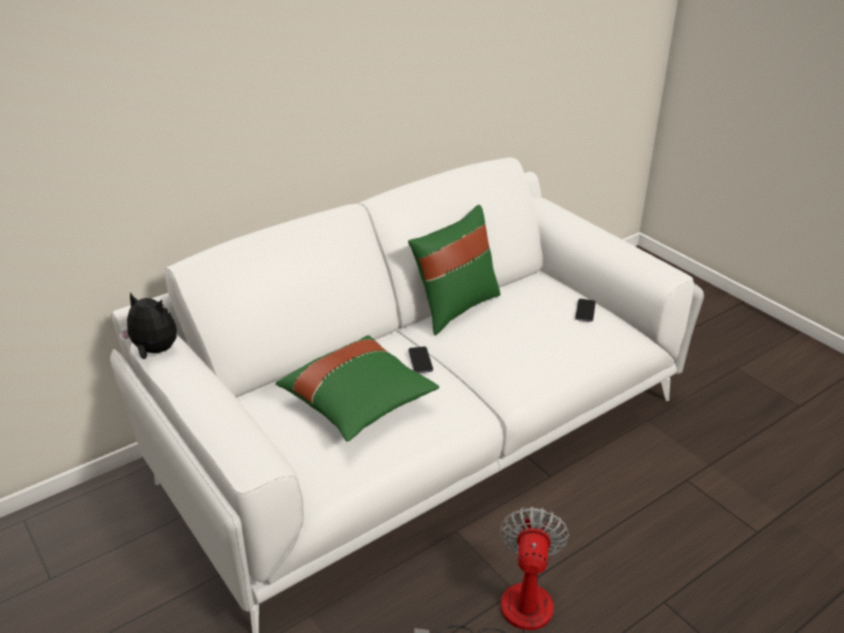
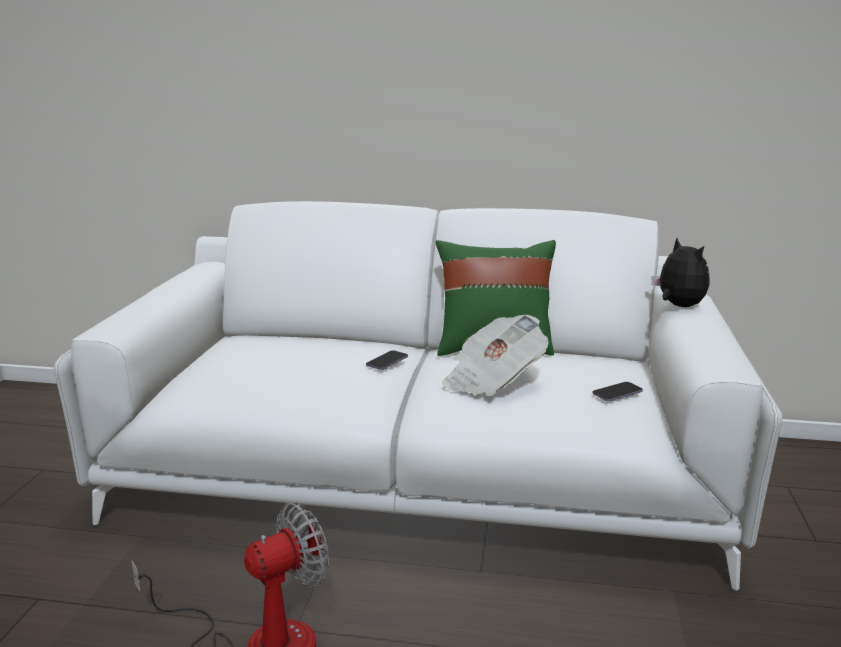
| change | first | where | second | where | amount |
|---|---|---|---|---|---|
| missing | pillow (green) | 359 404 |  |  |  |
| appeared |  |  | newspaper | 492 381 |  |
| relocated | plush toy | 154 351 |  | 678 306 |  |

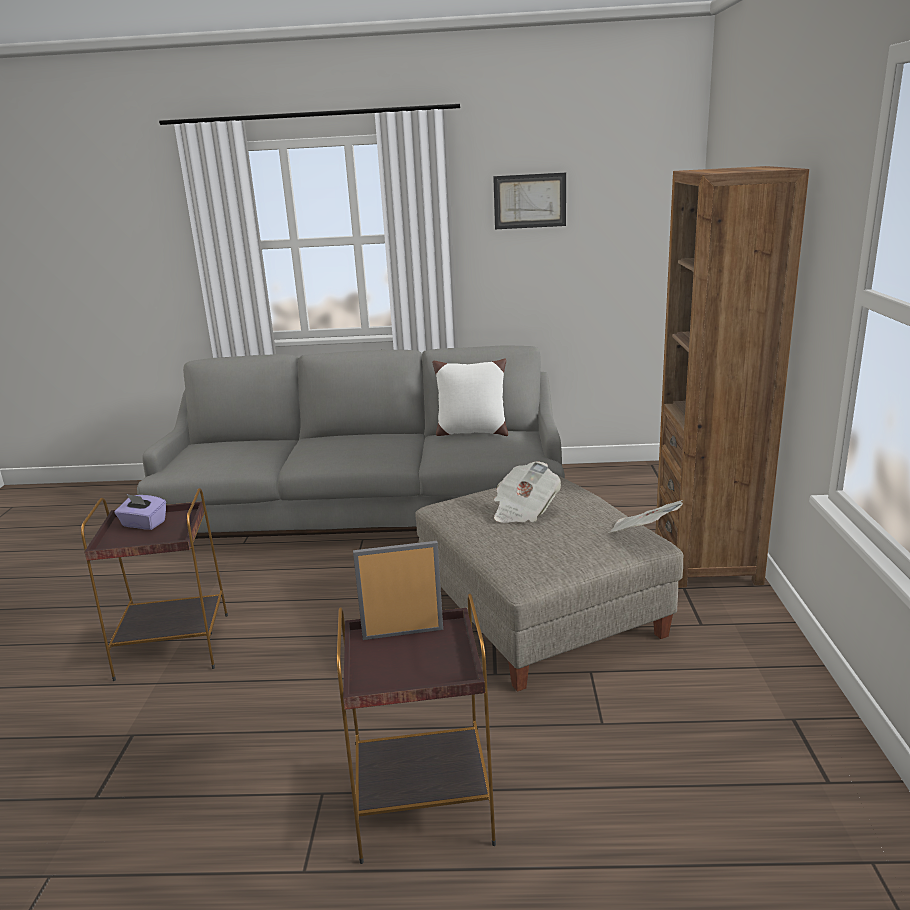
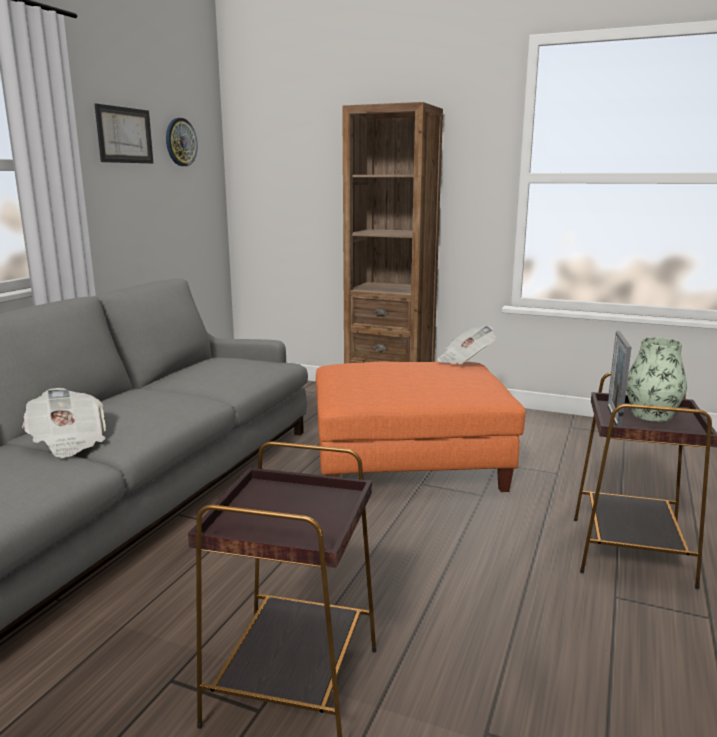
| change | first | where | second | where | amount |
|---|---|---|---|---|---|
| missing | tissue box (purple) | 143 524 |  |  |  |
| missing | pillow (white) | 471 432 |  |  |  |
| appeared |  |  | wall clock | 180 142 |  |
| appeared |  |  | vase | 651 414 |  |
| relocated | newspaper | 524 510 |  | 68 442 |  |
| colour | ottoman (grey) | 541 613 | ottoman (orange) | 409 462 |  |

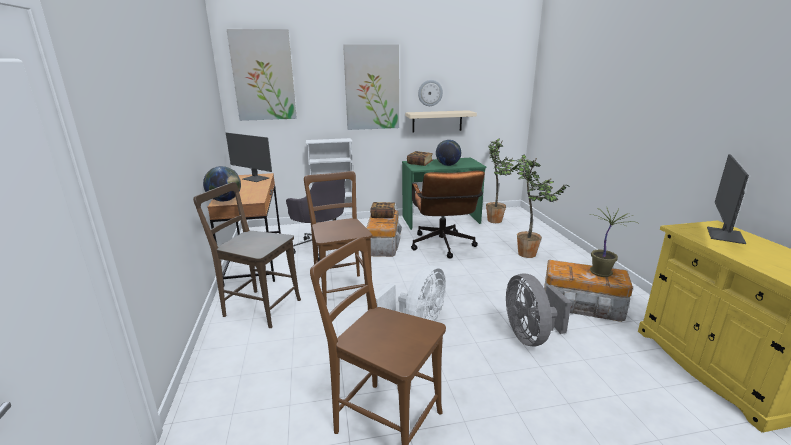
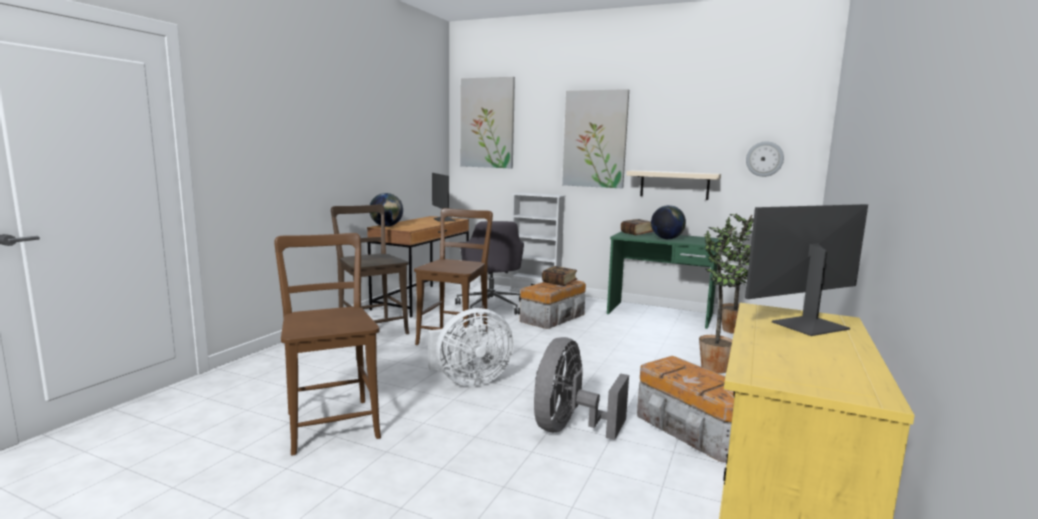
| change | first | where | second | where | amount |
|---|---|---|---|---|---|
| missing | office chair (brown) | 443 247 |  |  |  |
| missing | potted plant | 601 272 |  |  |  |
| relocated | wall clock | 430 93 |  | 764 159 |  |

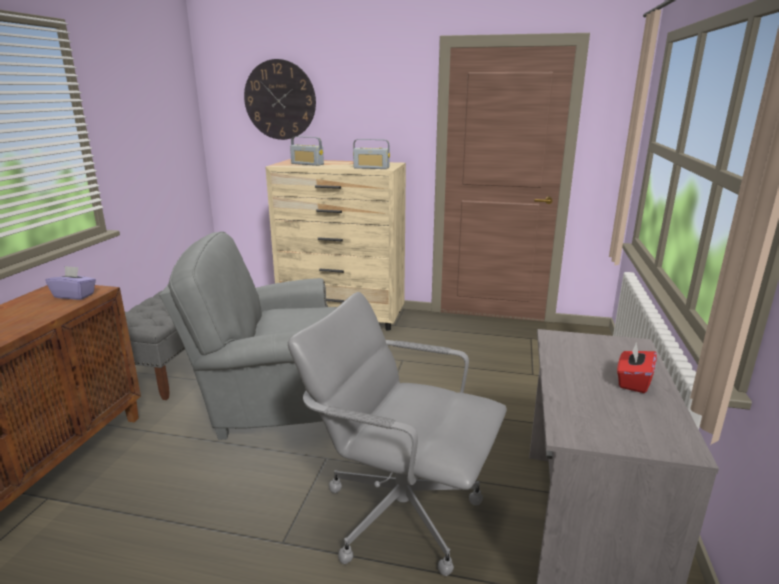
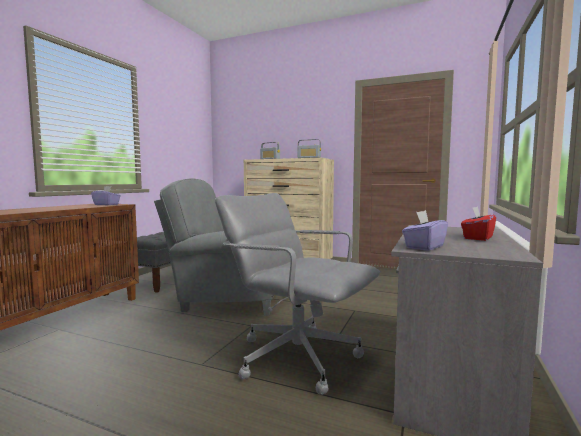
| change | first | where | second | where | amount |
|---|---|---|---|---|---|
| missing | wall clock | 280 100 |  |  |  |
| appeared |  |  | tissue box (purple) | 424 247 |  |

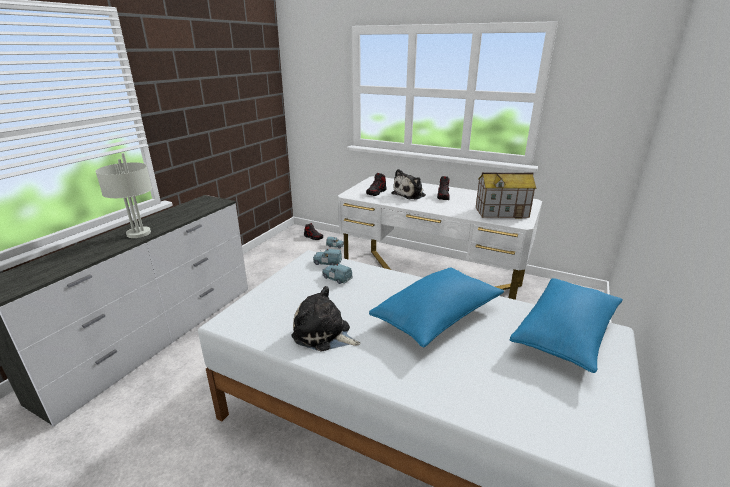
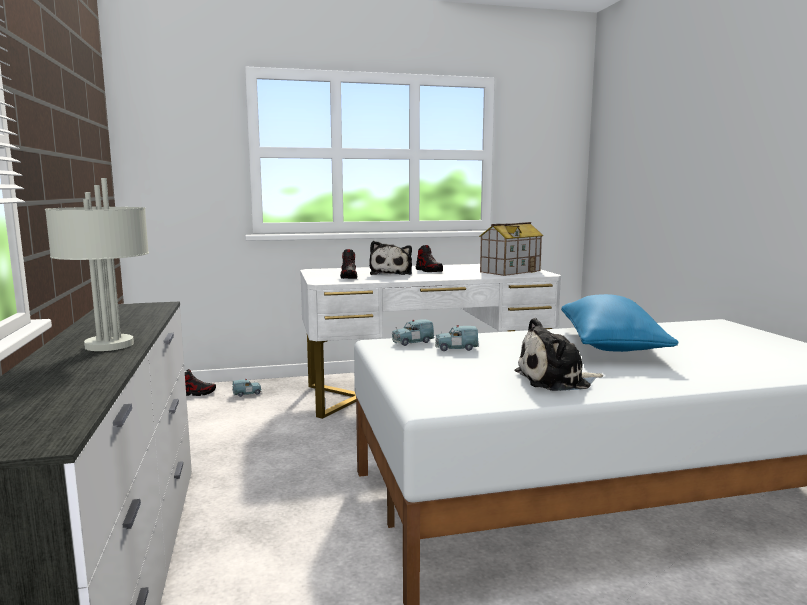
| change | first | where | second | where | amount |
|---|---|---|---|---|---|
| missing | pillow (blue) | 565 334 |  |  |  |

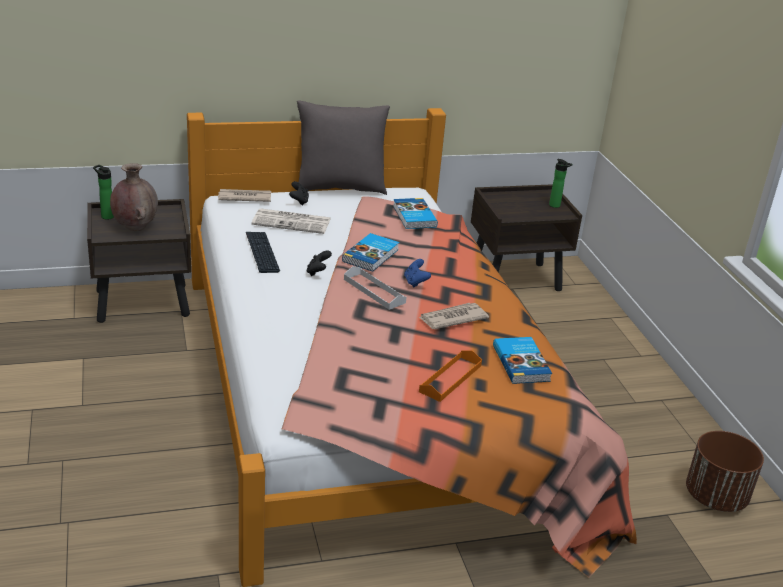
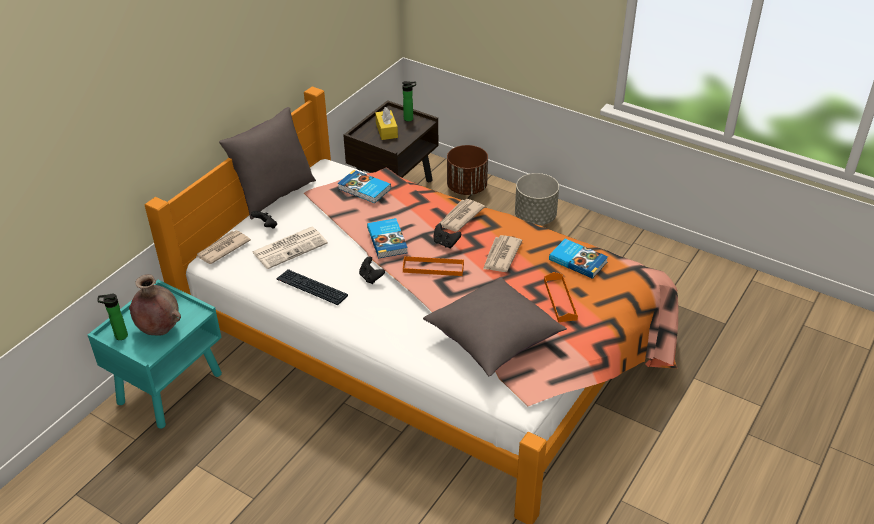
| change | first | where | second | where | amount |
|---|---|---|---|---|---|
| appeared |  |  | tissue box (yellow) | 386 130 |  |
| appeared |  |  | pillow (grey) | 494 340 |  |
| appeared |  |  | newspaper | 460 217 |  |
| appeared |  |  | planter (grey) | 535 217 |  |
| relocated | planter (brown) | 716 497 |  | 467 188 |  |
| colour | nightstand (brown) | 144 303 | nightstand (turquoise) | 170 387 |  |
| colour | tray (white) | 374 291 | tray (orange) | 433 268 |  |
| colour | game controller (blue) | 415 282 | game controller (black) | 445 243 |  |

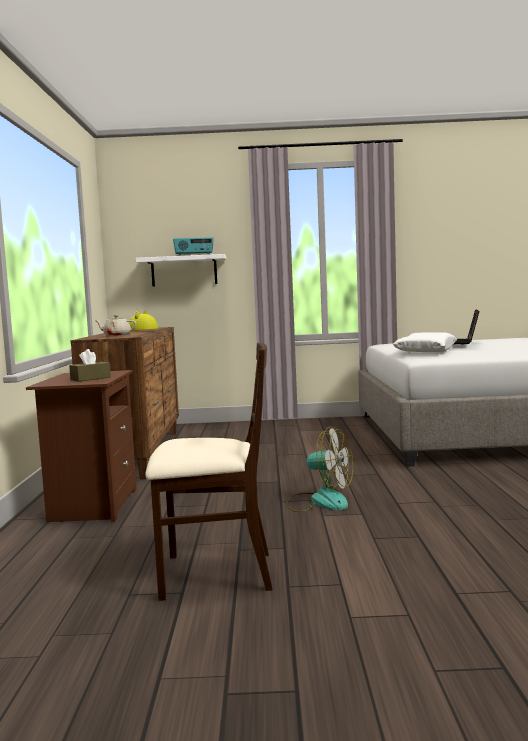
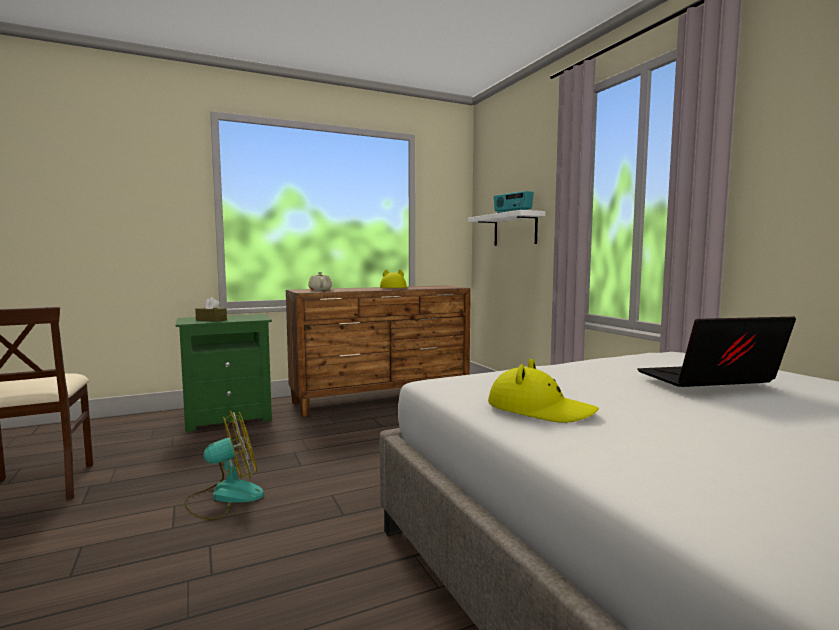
| change | first | where | second | where | amount |
|---|---|---|---|---|---|
| missing | pillow (white) | 425 352 |  |  |  |
| appeared |  |  | hat (yellow) | 539 410 |  |
| colour | nightstand (brown) | 92 505 | nightstand (green) | 228 417 |  |
| spun | fan | 319 501 |  | 225 497 | 120 degrees counterclockwise |

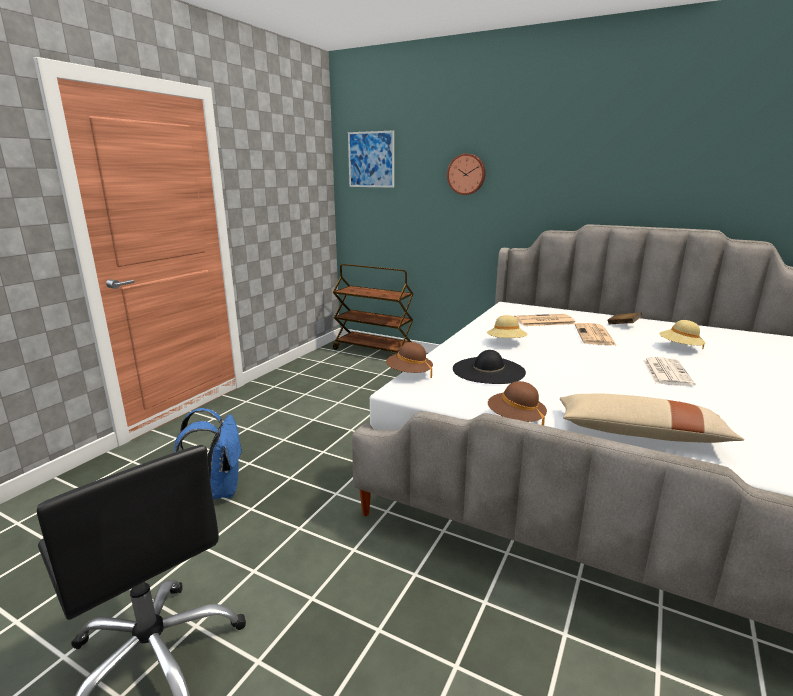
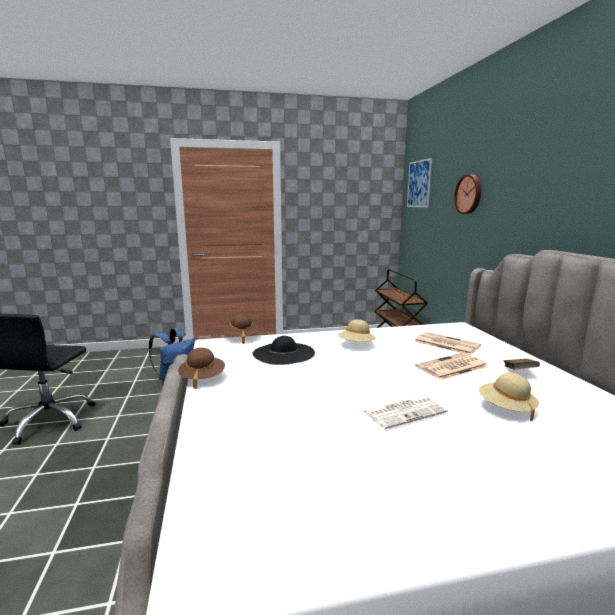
| change | first | where | second | where | amount |
|---|---|---|---|---|---|
| missing | pillow (beige) | 639 433 |  |  |  |

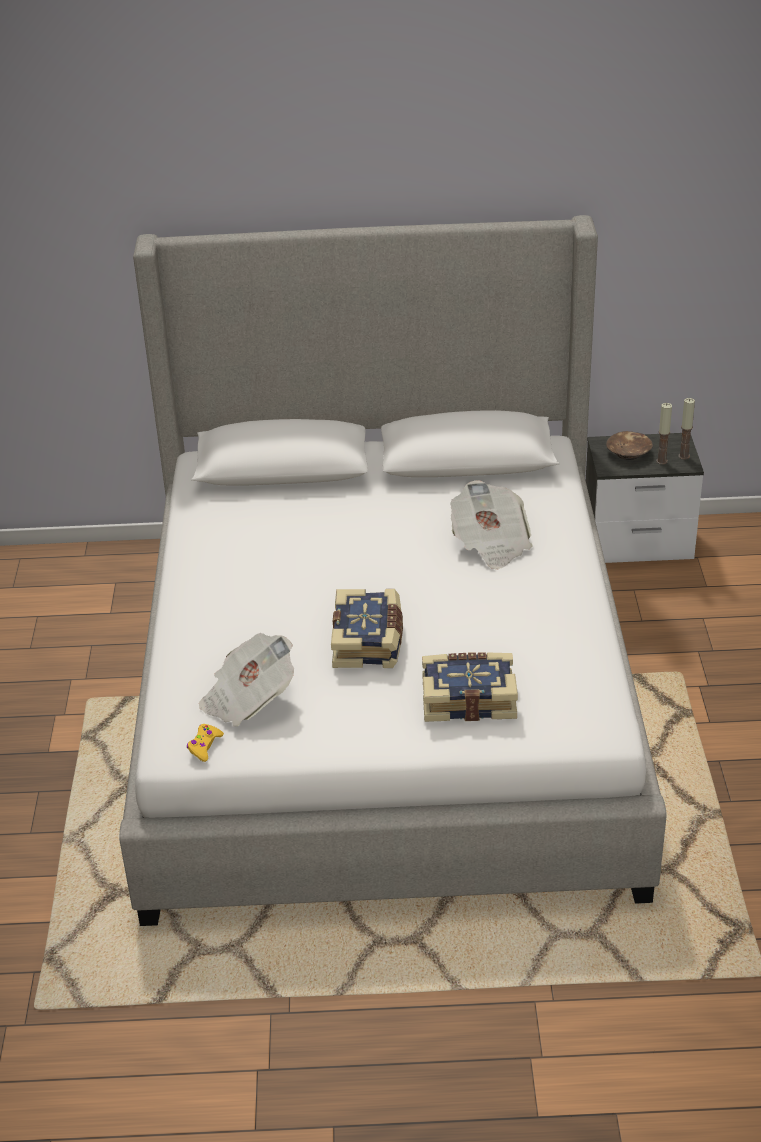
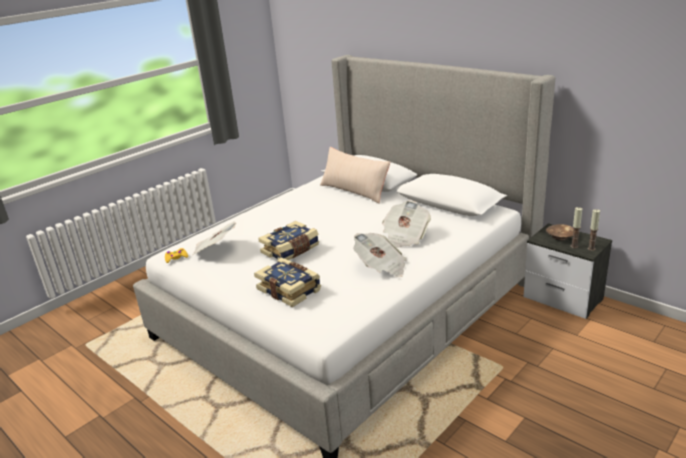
| change | first | where | second | where | amount |
|---|---|---|---|---|---|
| appeared |  |  | pillow (beige) | 354 190 |  |
| appeared |  |  | newspaper | 381 267 |  |

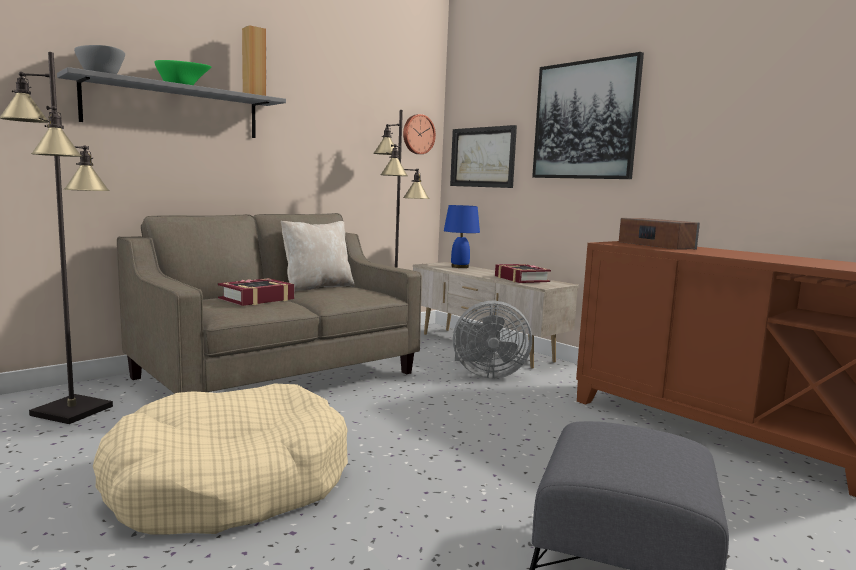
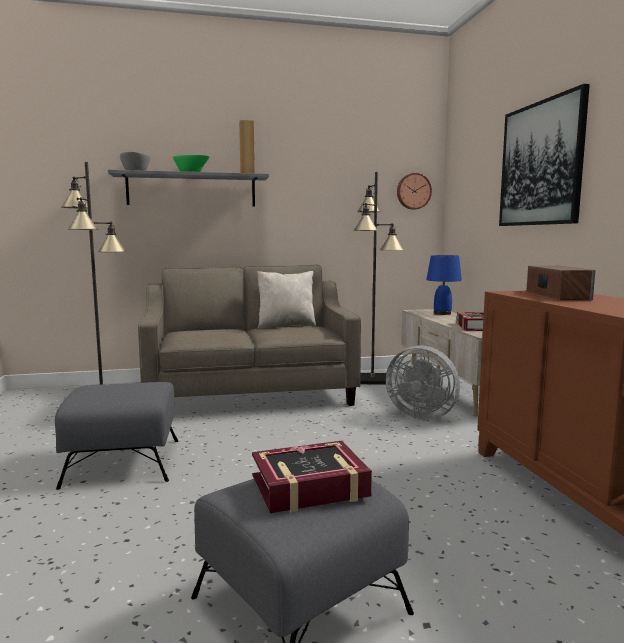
| change | first | where | second | where | amount |
|---|---|---|---|---|---|
| missing | picture | 482 157 |  |  |  |
| relocated | book | 257 299 |  | 309 487 |  |
| exchanged | dog bed (beige) | 229 483 | ottoman (grey) | 124 462 |  |

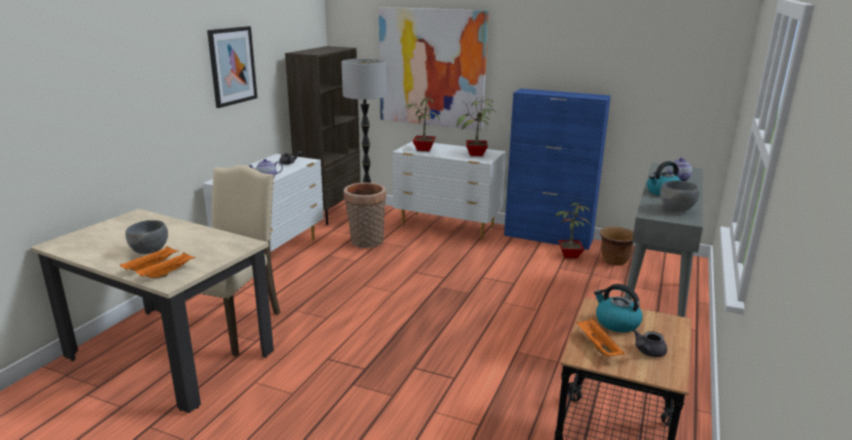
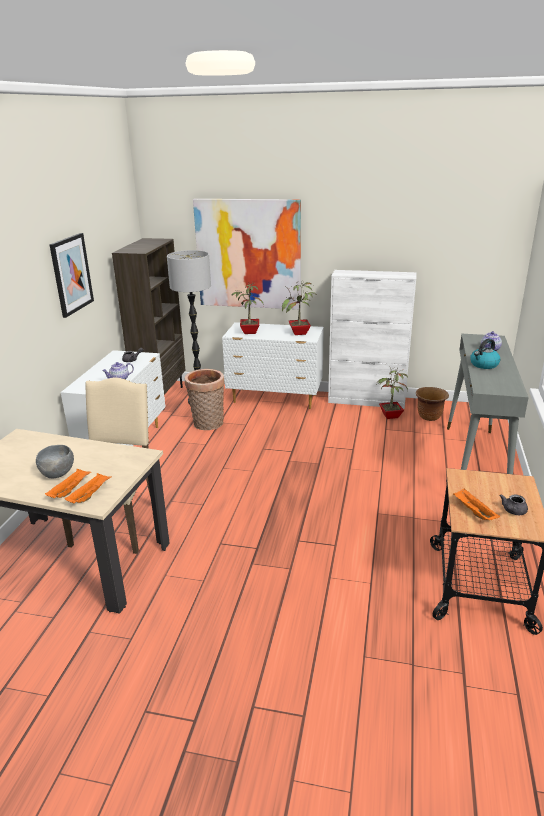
| change | first | where | second | where | amount |
|---|---|---|---|---|---|
| missing | kettle | 616 323 |  |  |  |
| missing | bowl (grey) | 677 209 |  |  |  |
| colour | cabinet (blue) | 548 238 | cabinet (white) | 367 400 |  |

